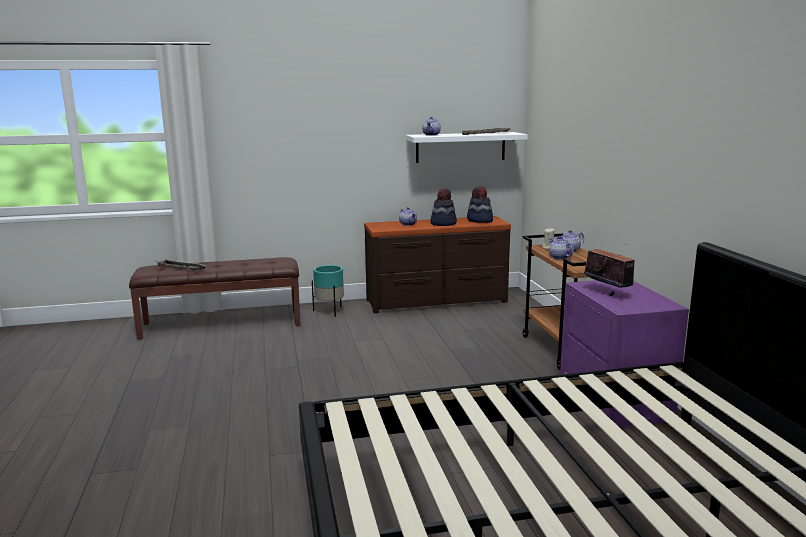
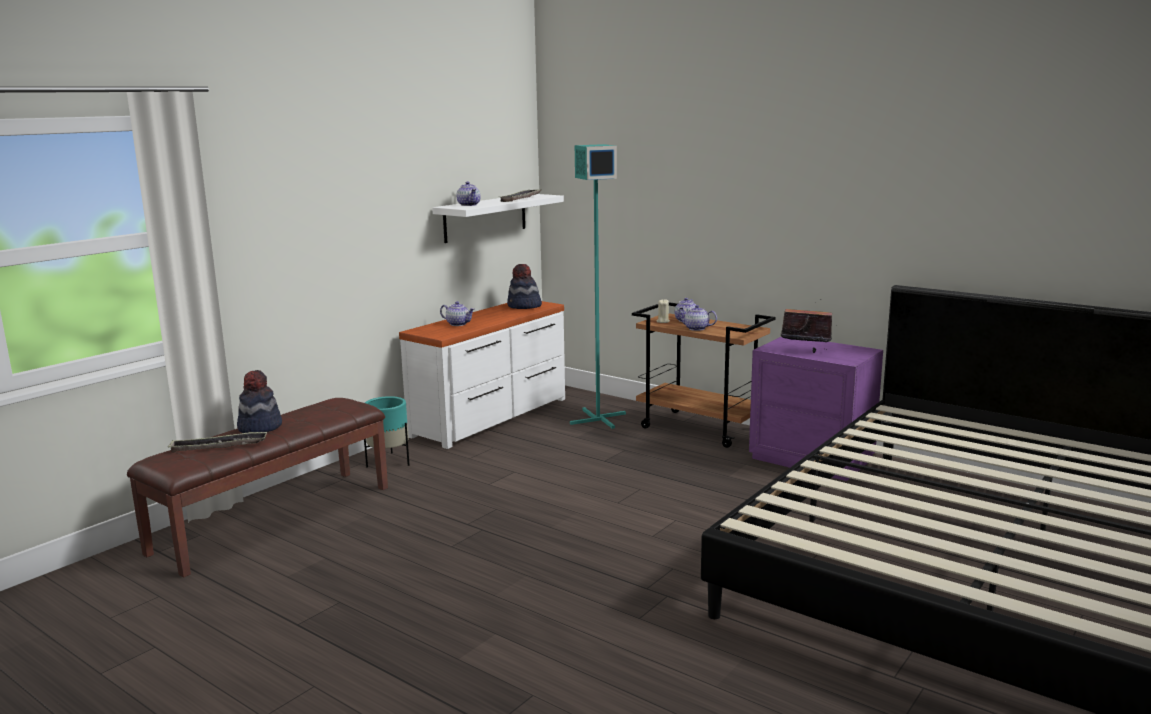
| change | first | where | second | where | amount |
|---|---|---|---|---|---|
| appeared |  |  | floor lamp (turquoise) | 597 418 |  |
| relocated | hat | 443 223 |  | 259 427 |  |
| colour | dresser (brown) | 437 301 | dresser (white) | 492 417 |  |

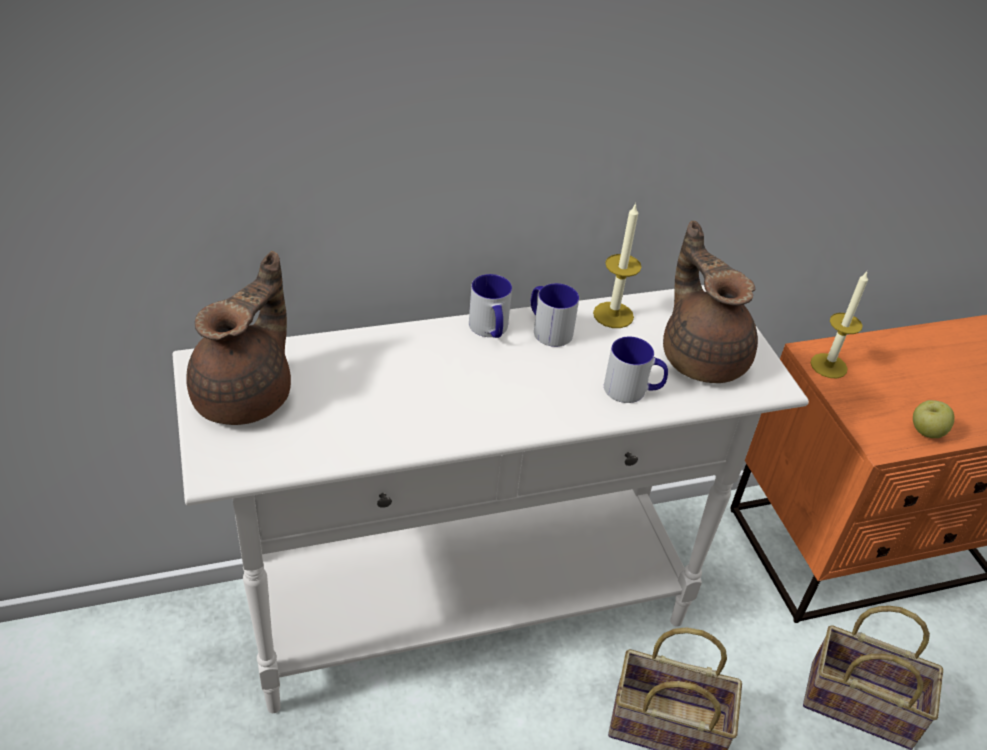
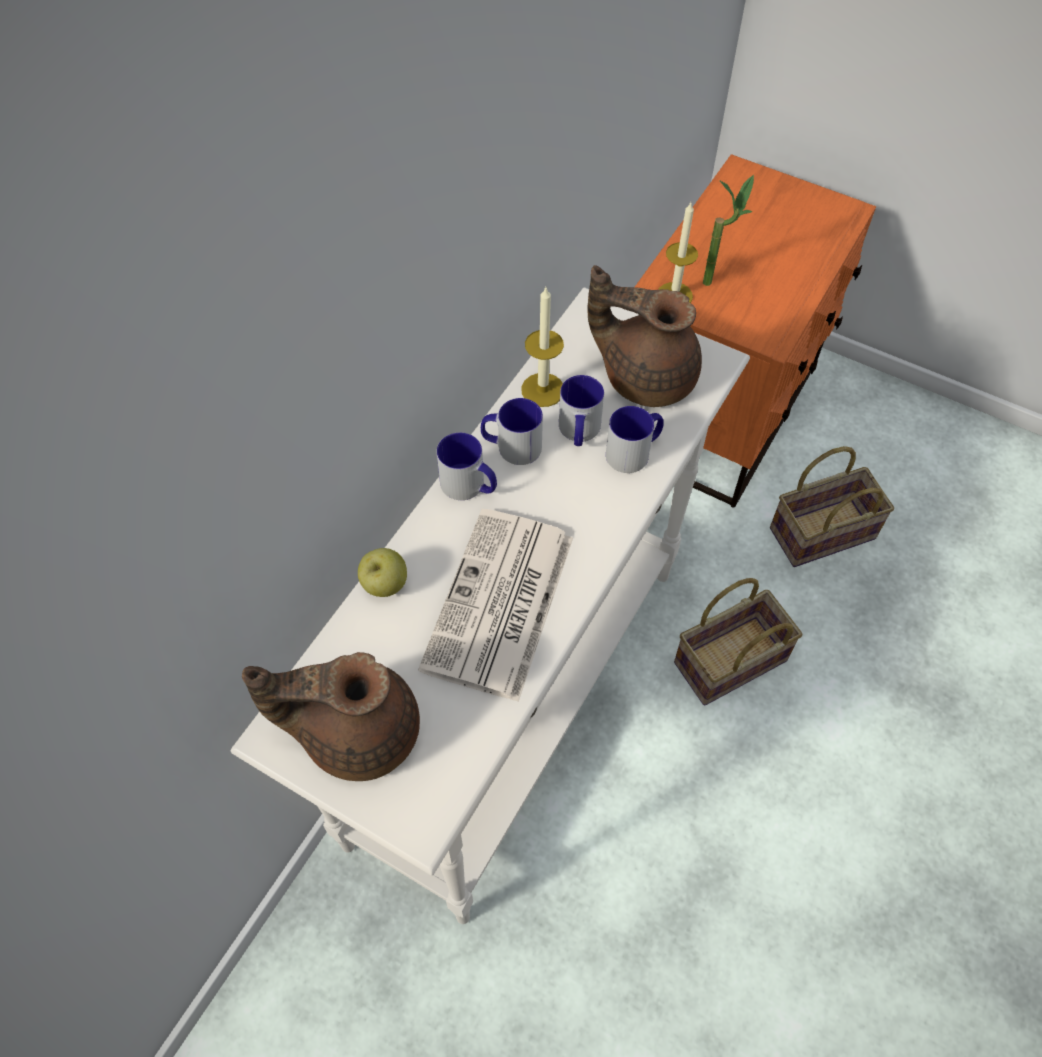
| change | first | where | second | where | amount |
|---|---|---|---|---|---|
| appeared |  |  | newspaper | 499 605 |  |
| appeared |  |  | mug | 579 432 |  |
| appeared |  |  | potted plant | 715 280 |  |
| relocated | apple | 926 432 |  | 385 585 |  |
| spun | teapot (brown) | 247 395 |  | 356 731 | 75 degrees counterclockwise |

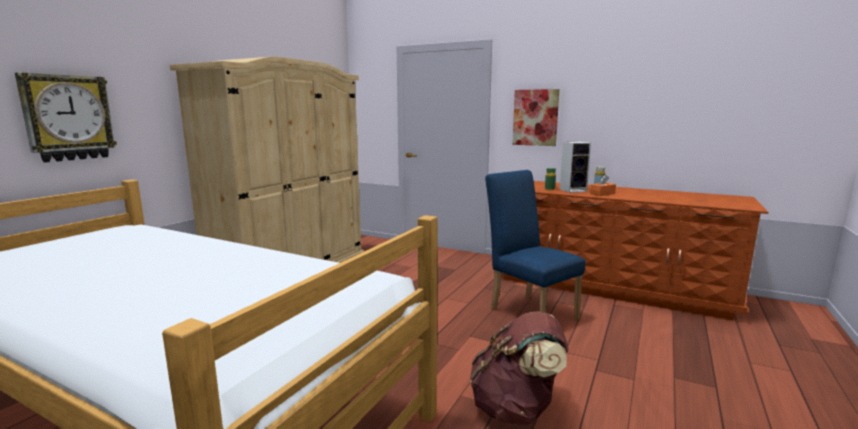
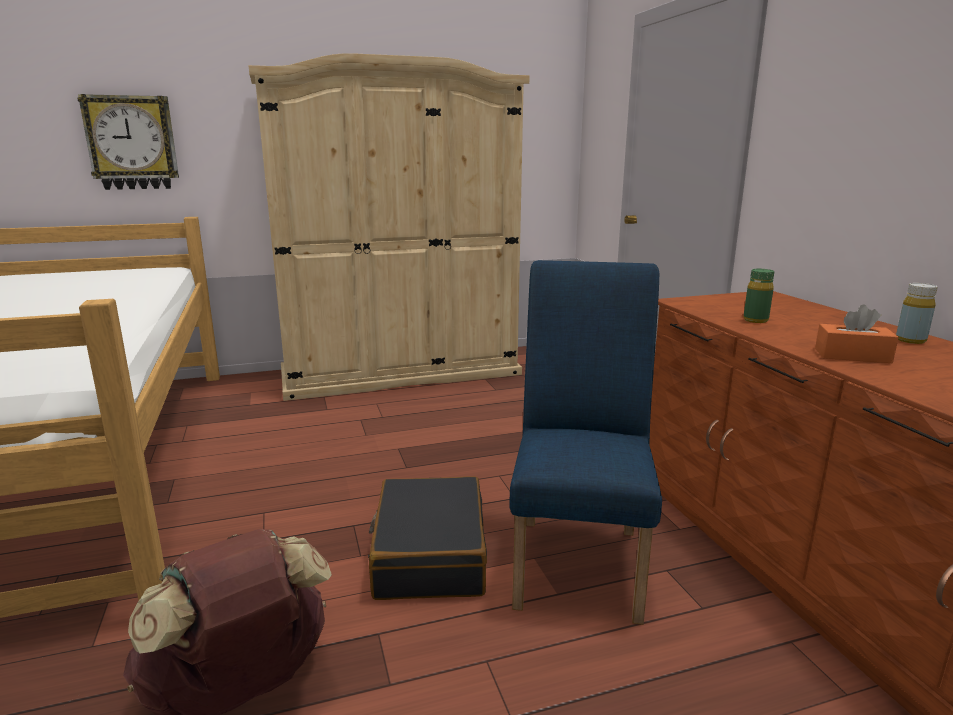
| change | first | where | second | where | amount |
|---|---|---|---|---|---|
| missing | picture | 535 117 |  |  |  |
| missing | speaker | 573 190 |  |  |  |
| appeared |  |  | suitcase (black) | 429 554 |  |

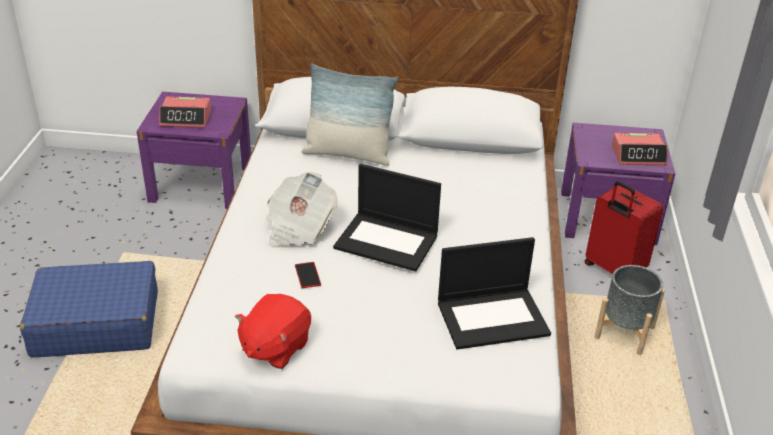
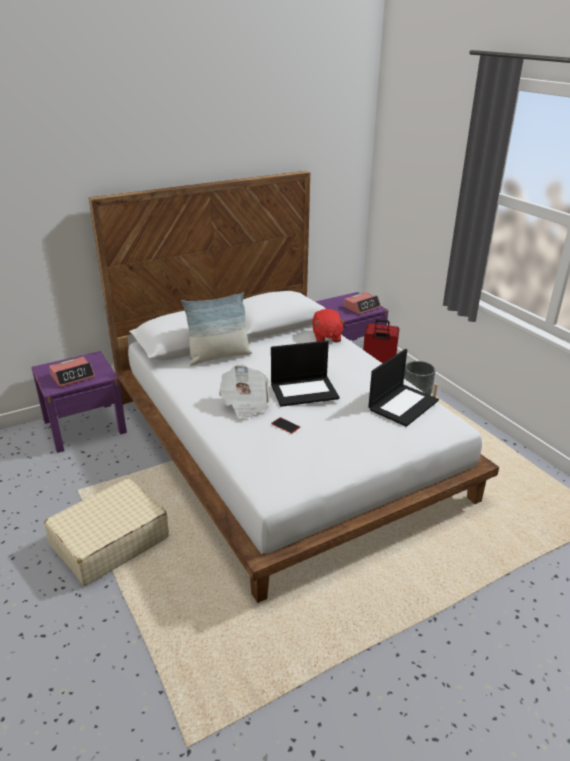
| change | first | where | second | where | amount |
|---|---|---|---|---|---|
| relocated | plush toy (red) | 275 347 |  | 326 337 |  |
| colour | suitcase (blue) | 95 323 | suitcase (beige) | 109 541 |  |

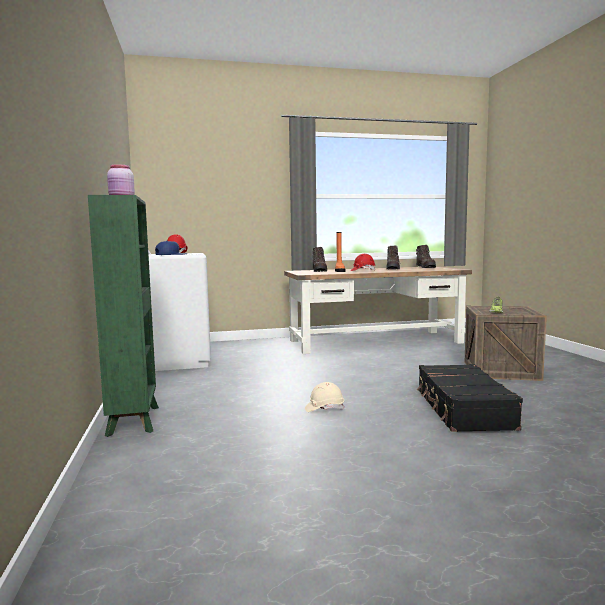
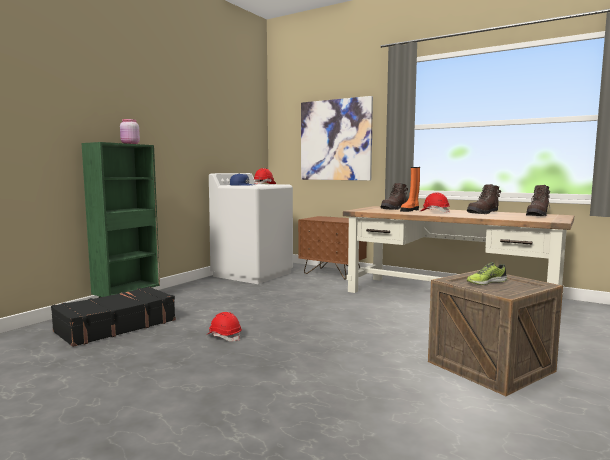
| change | first | where | second | where | amount |
|---|---|---|---|---|---|
| appeared |  |  | nightstand (brown) | 332 273 |  |
| appeared |  |  | picture | 335 140 |  |
| relocated | suitcase (black) | 462 409 |  | 115 326 |  |
| colour | hard hat (beige) | 324 408 | hard hat (red) | 224 336 |  |

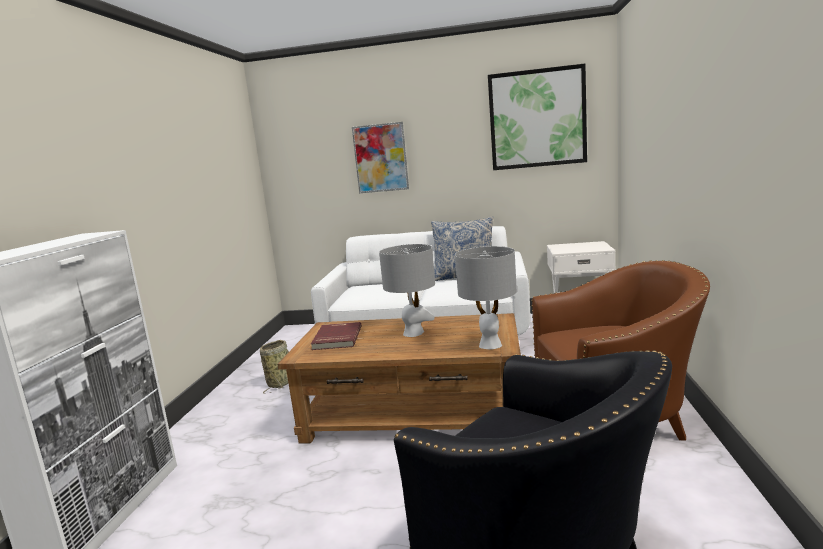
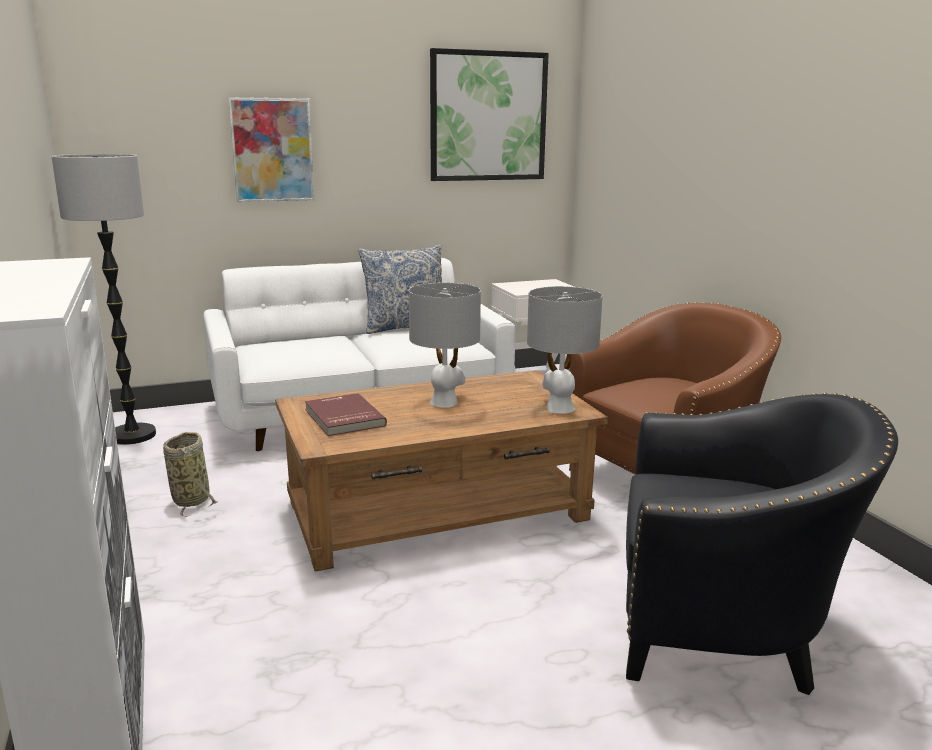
| change | first | where | second | where | amount |
|---|---|---|---|---|---|
| appeared |  |  | floor lamp | 132 435 |  |

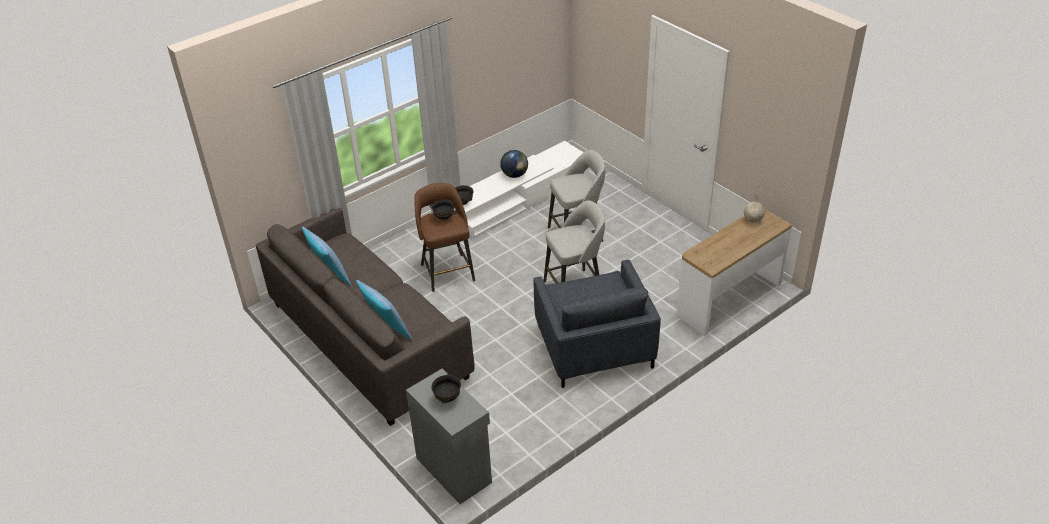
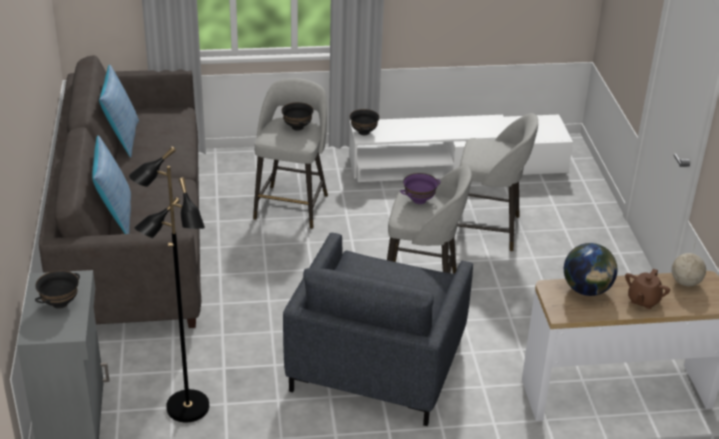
| change | first | where | second | where | amount |
|---|---|---|---|---|---|
| appeared |  |  | floor lamp (black) | 186 408 |  |
| appeared |  |  | bowl (purple) | 419 200 |  |
| appeared |  |  | teapot (brown) | 643 300 |  |
| relocated | globe | 515 175 |  | 587 290 |  |
| colour | stool (brown) | 447 271 | stool (grey) | 292 205 |  |

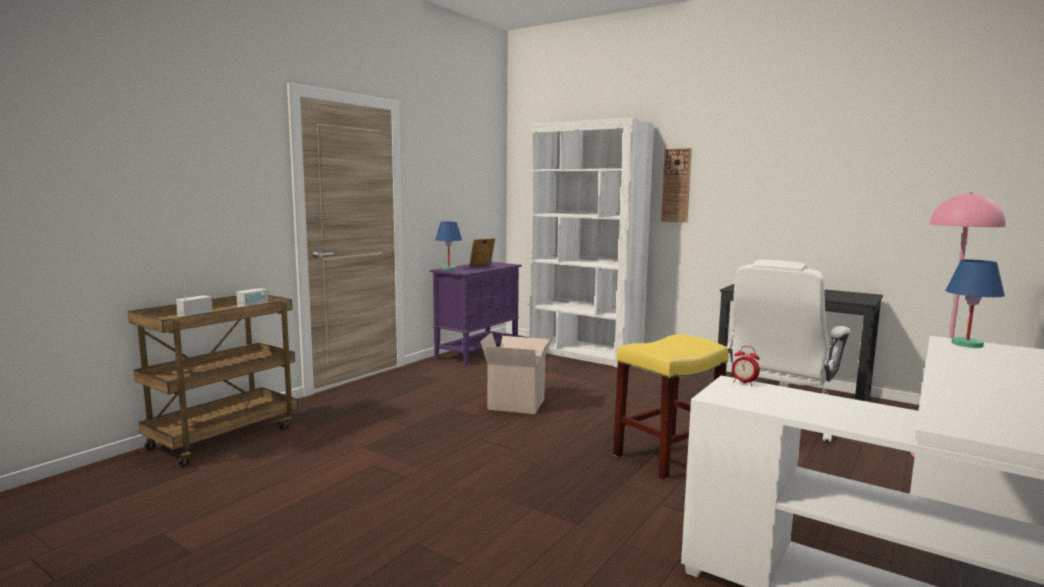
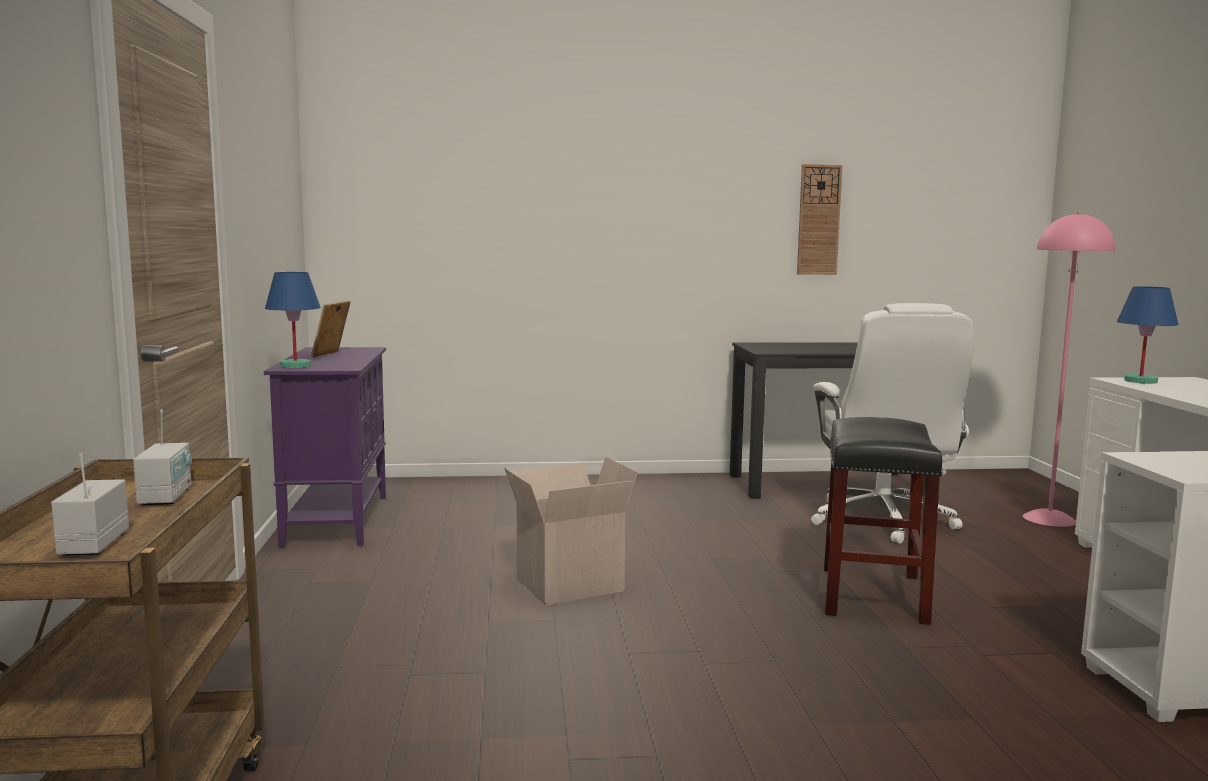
| change | first | where | second | where | amount |
|---|---|---|---|---|---|
| missing | bookcase (white) | 585 354 |  |  |  |
| missing | alarm clock | 744 383 |  |  |  |
| relocated | wall clock | 676 185 |  | 818 220 |  |
| colour | stool (yellow) | 667 455 | stool (black) | 872 594 |  |

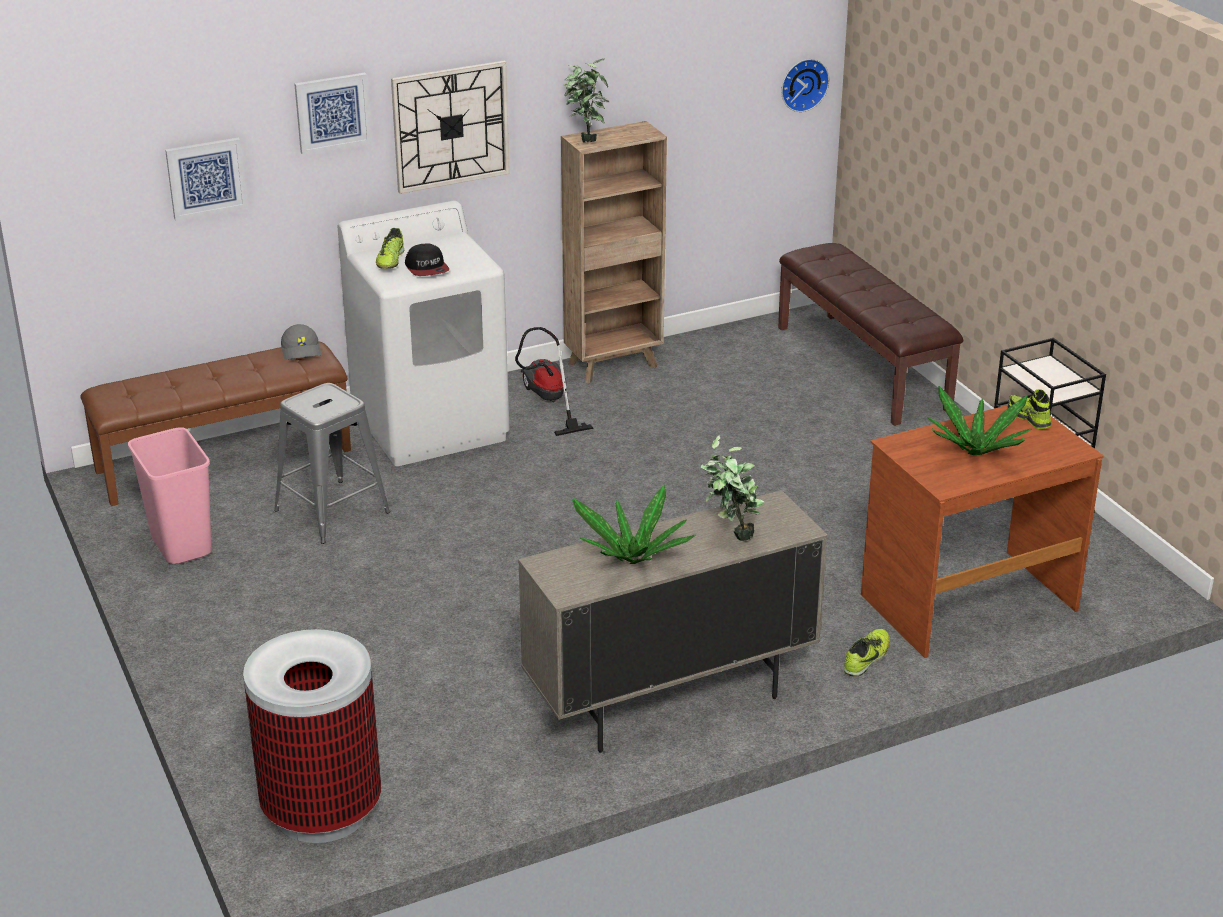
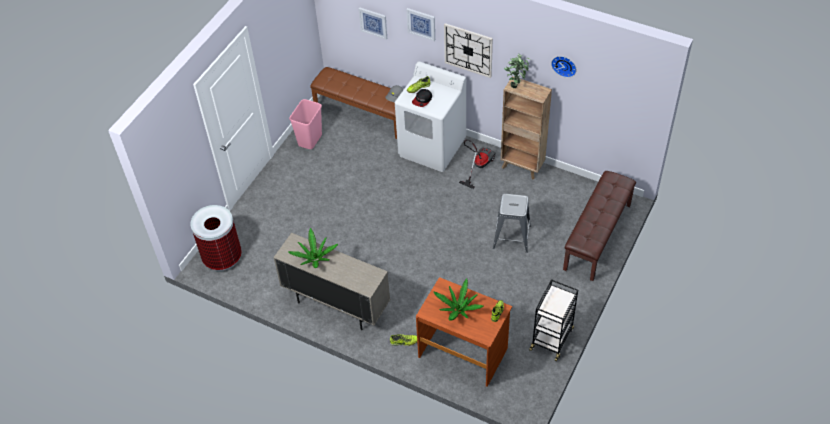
| change | first | where | second | where | amount |
|---|---|---|---|---|---|
| missing | potted plant | 731 536 |  |  |  |
| relocated | stool (grey) | 332 511 |  | 511 237 |  |
| relocated | wall clock | 802 84 |  | 564 65 |  |

